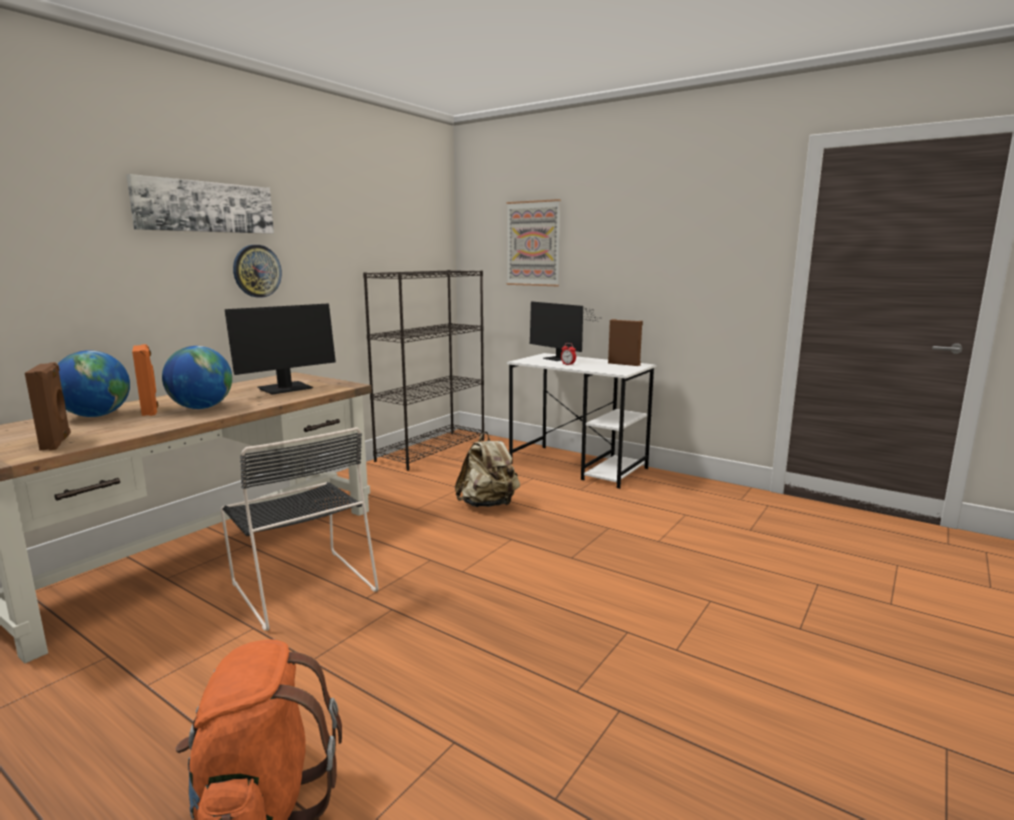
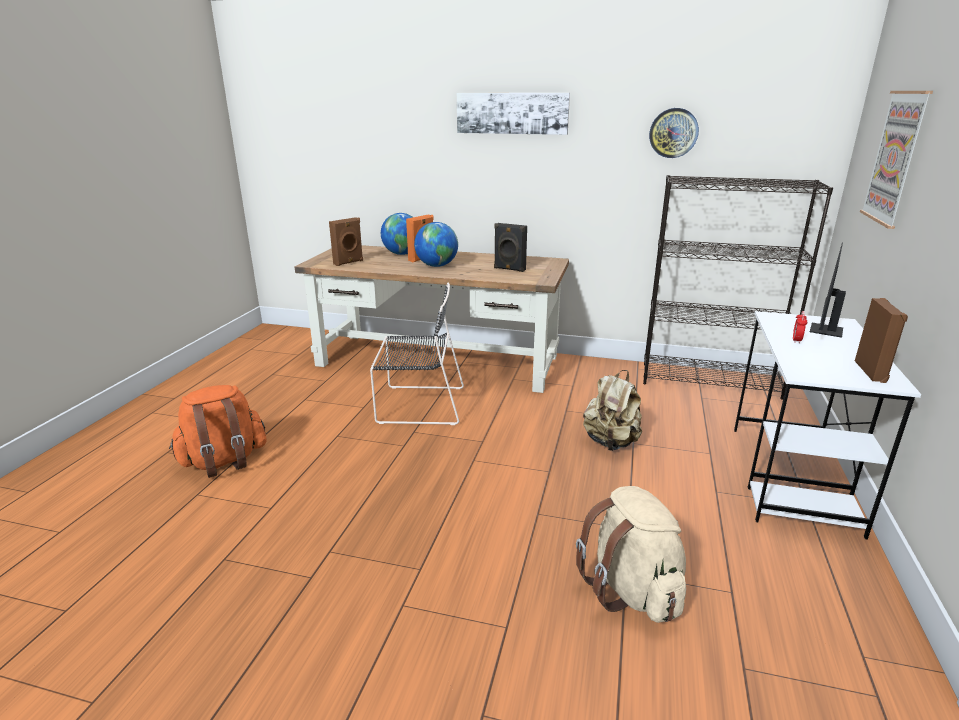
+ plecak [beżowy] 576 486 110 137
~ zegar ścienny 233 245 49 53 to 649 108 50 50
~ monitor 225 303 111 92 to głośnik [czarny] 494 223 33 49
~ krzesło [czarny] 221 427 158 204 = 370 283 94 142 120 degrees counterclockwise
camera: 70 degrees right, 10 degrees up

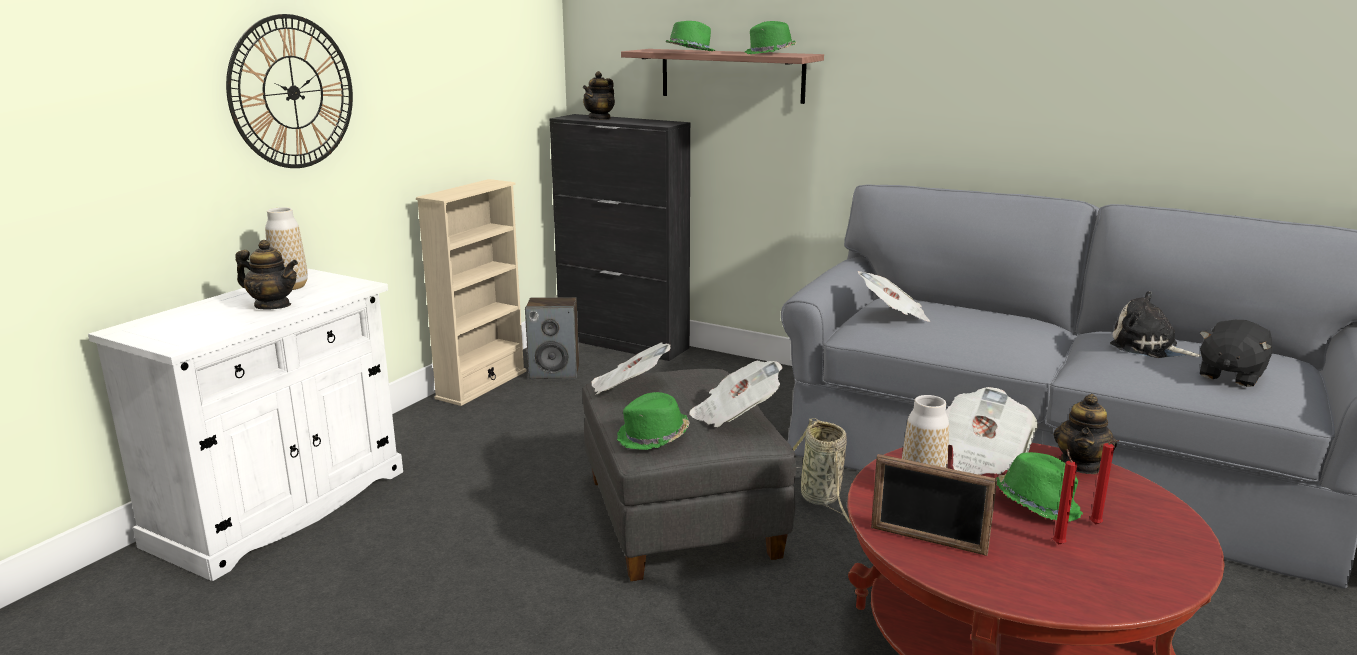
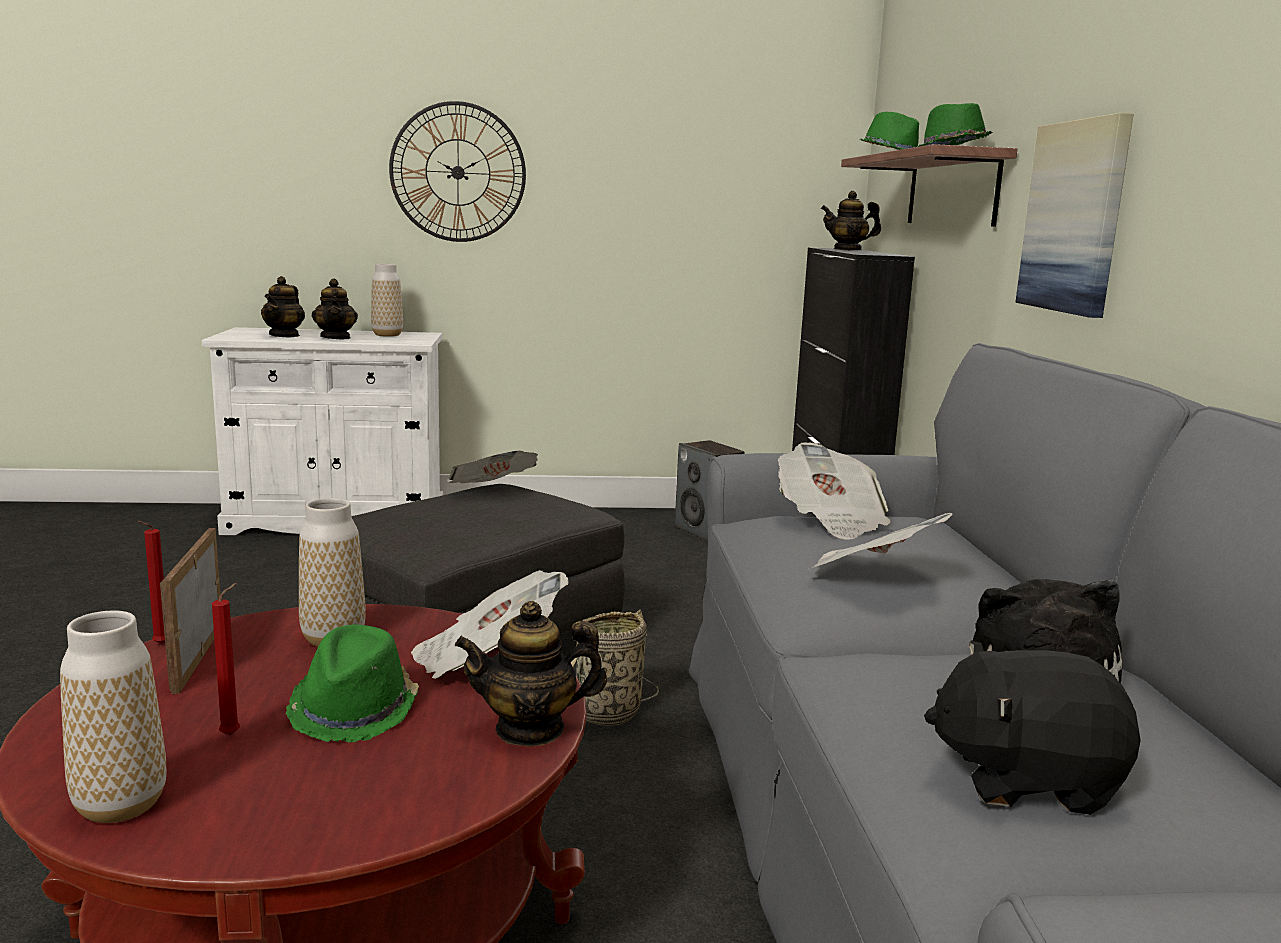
- regał [beżowy] 416 179 111 227
- kapelusz [zielony] 617 392 73 58
+ wazon 60 610 107 213
+ imbryk 261 276 44 61
+ obraz 1015 113 119 205
~ gazeta 689 361 94 66 to 812 513 141 55
~ świeca [czerwony] 1090 440 29 84 to 137 521 28 123
camera: 55 degrees right, 5 degrees down

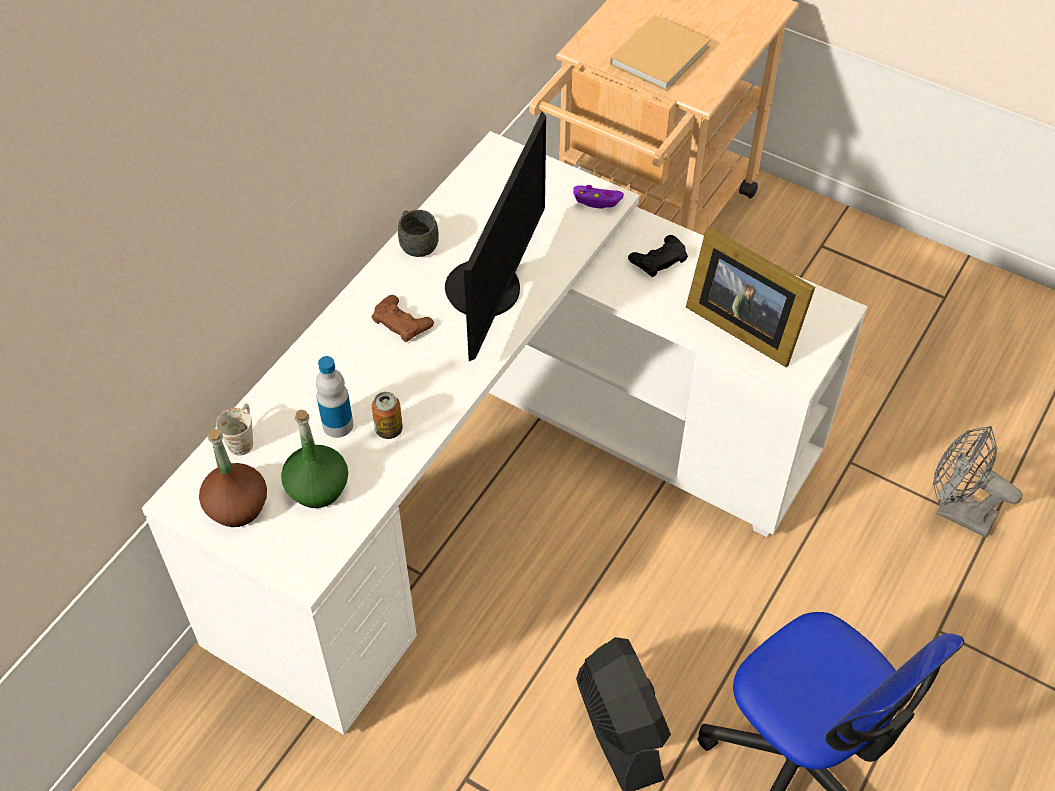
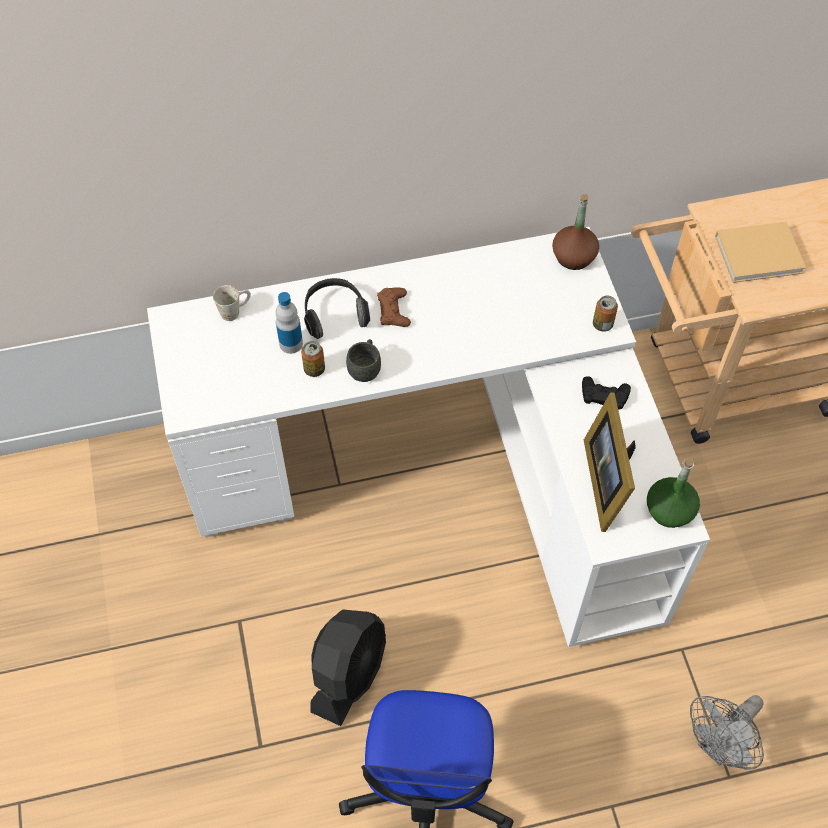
- monitor 445 112 101 249
+ słuchawki 304 278 66 61
~ butelka [brązowy] 199 429 68 98 to 552 194 47 76
~ butelka [zielony] 281 409 67 99 to 647 458 53 70
~ kubek [szary] 398 210 41 47 to 346 339 35 43
~ pad do gier [fioletowy] 573 185 51 23 to puszka 593 296 25 36
~ wentylator [szary] 933 426 89 111 = 690 695 74 75 120 degrees counterclockwise
camera: 45 degrees right, 5 degrees up

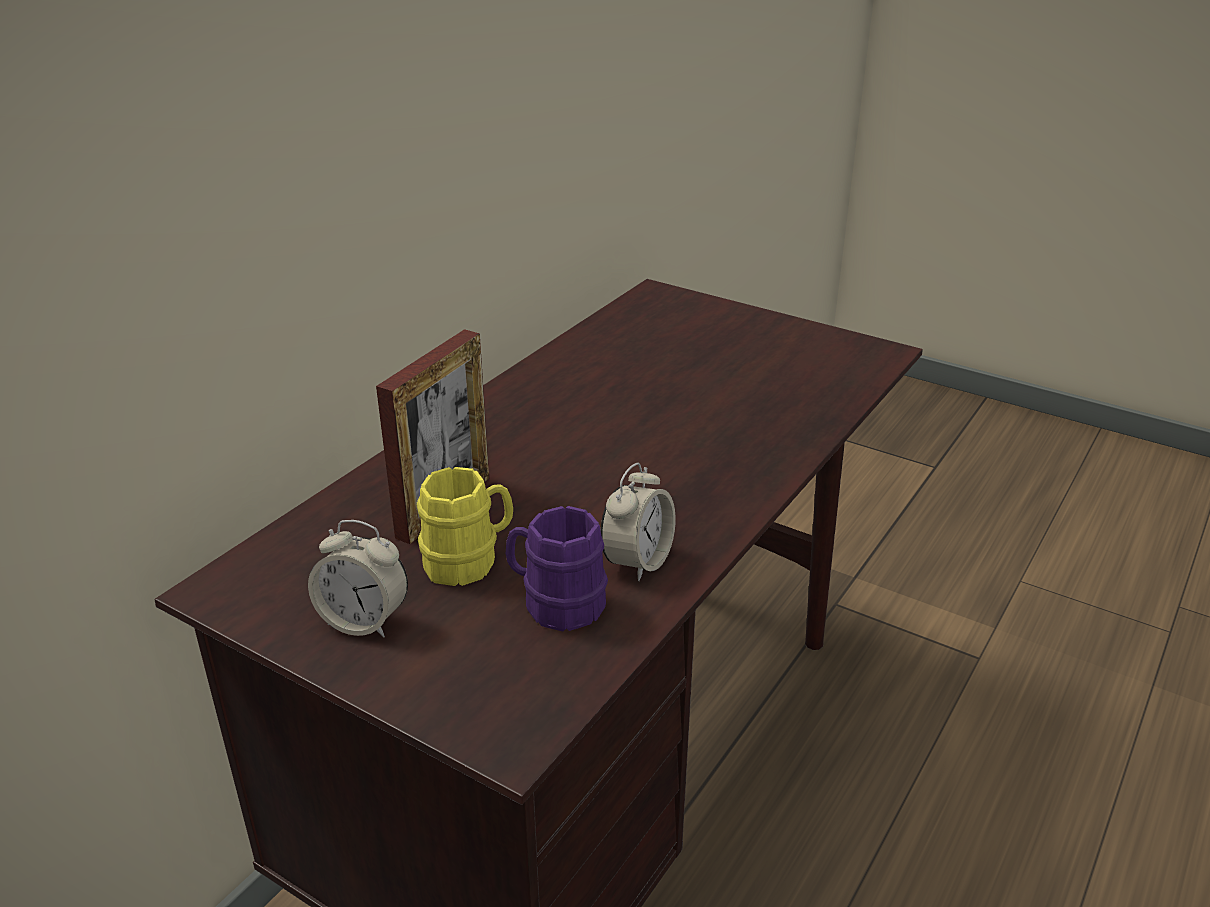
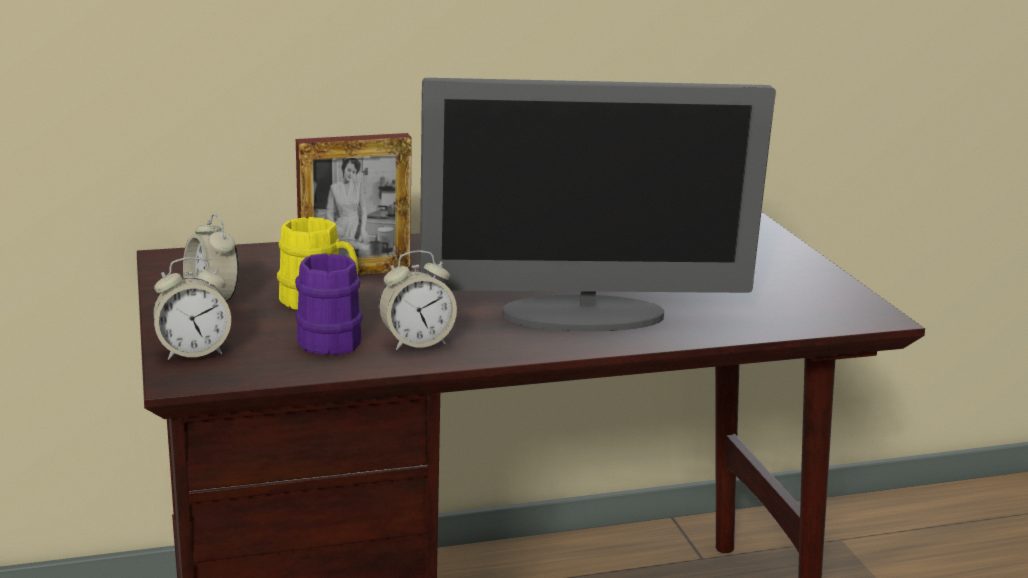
+ budzik 153 257 78 103
+ monitor 420 78 356 253
camera: 40 degrees right, 10 degrees down

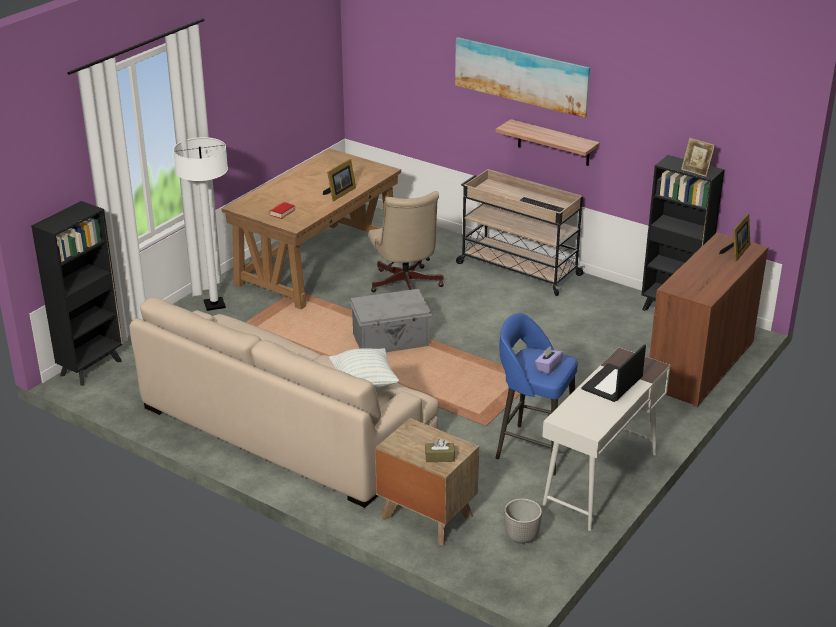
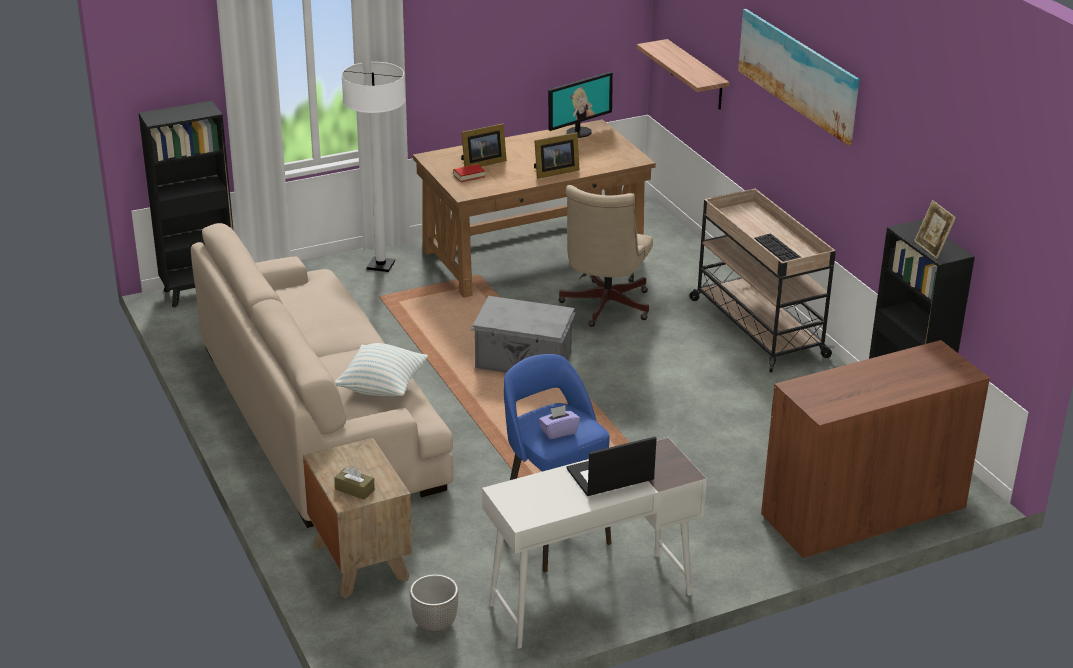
+ monitor 548 72 65 66
~ półka 495 119 105 47 to 637 39 93 71
~ ramka na zdjęcie 719 213 31 49 to 461 123 46 44
camera: 30 degrees right, 0 degrees up

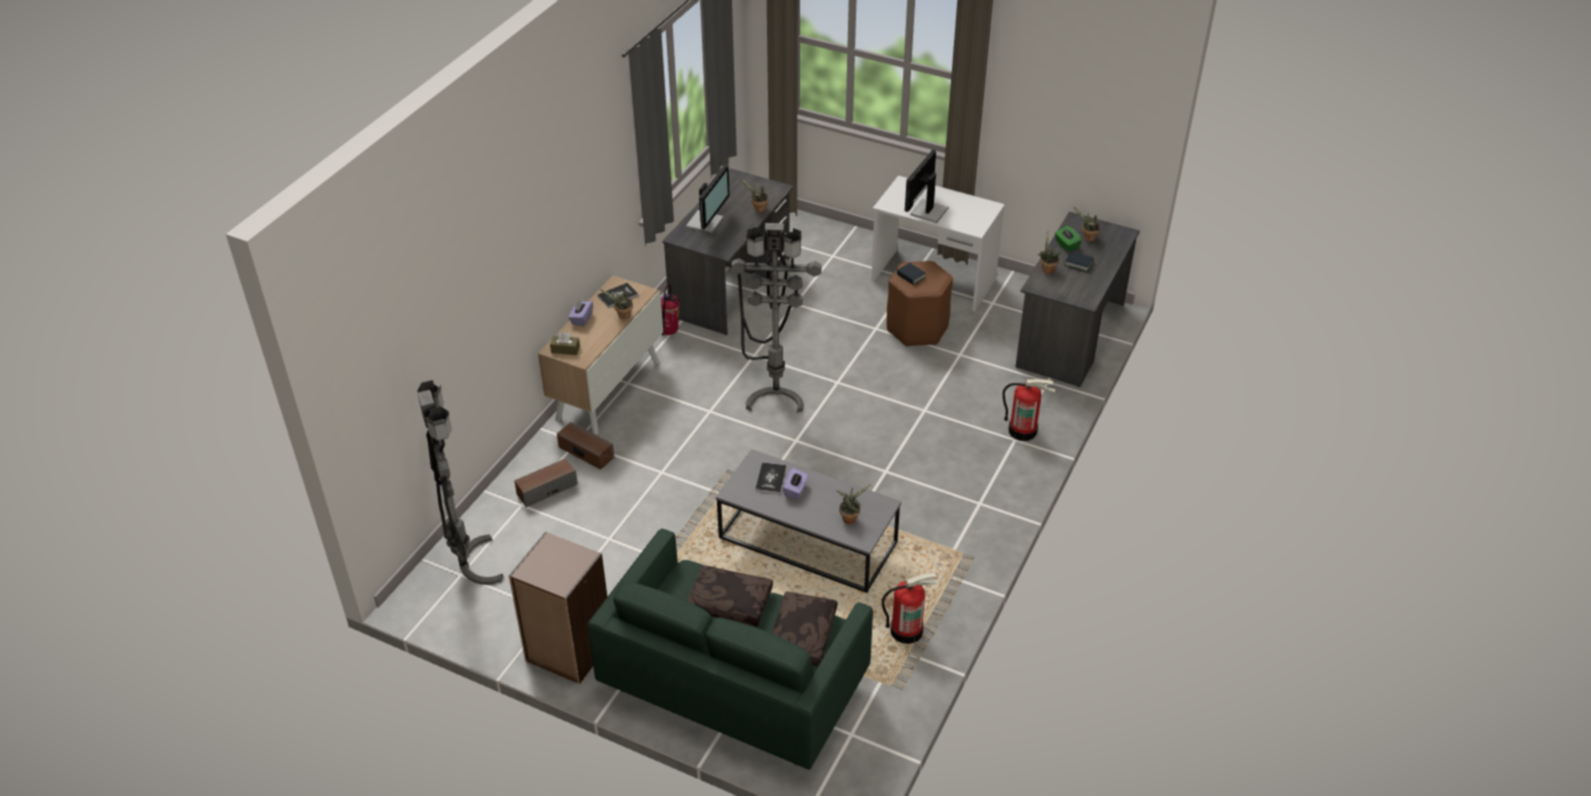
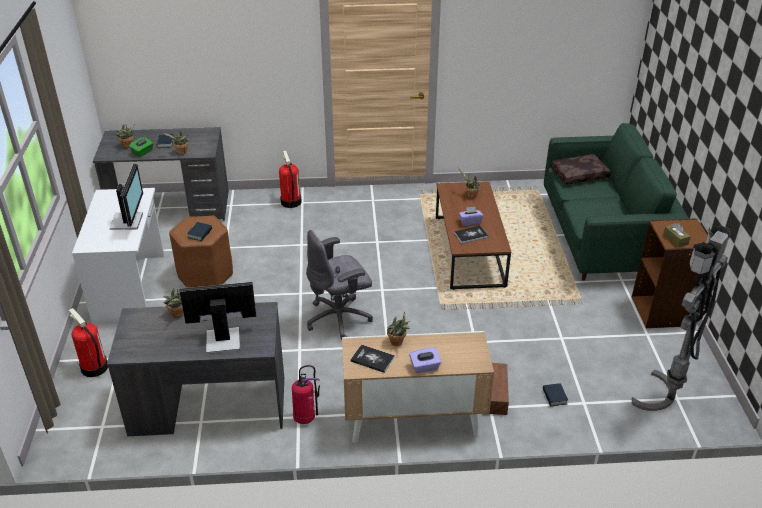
- poduszka [brązowy] 687 565 86 61
~ pudełko chusteczek [brązowy] 550 332 30 23 to 663 223 28 25
~ gaśnica 882 572 57 72 to 68 308 40 69
~ głośnik 514 458 64 49 to książka 543 383 25 24
~ lampa stojąca [szary] 731 223 91 190 to krzesło biurowe [szary] 306 230 67 110
~ ława [szary] 716 449 186 144 to ława [brązowy] 436 181 75 109
~ monitor 905 149 43 74 = 110 164 33 66 90 degrees counterclockwise
camera: 120 degrees left, 5 degrees down

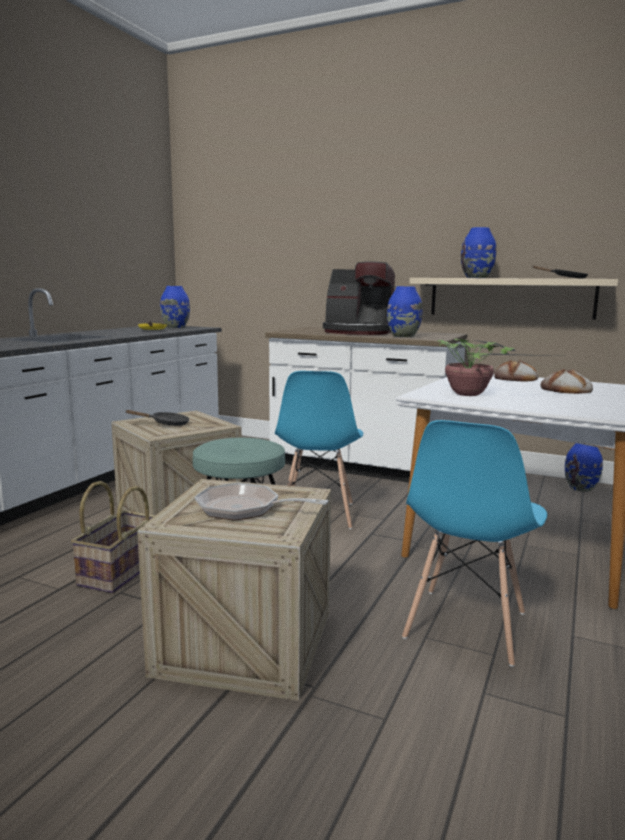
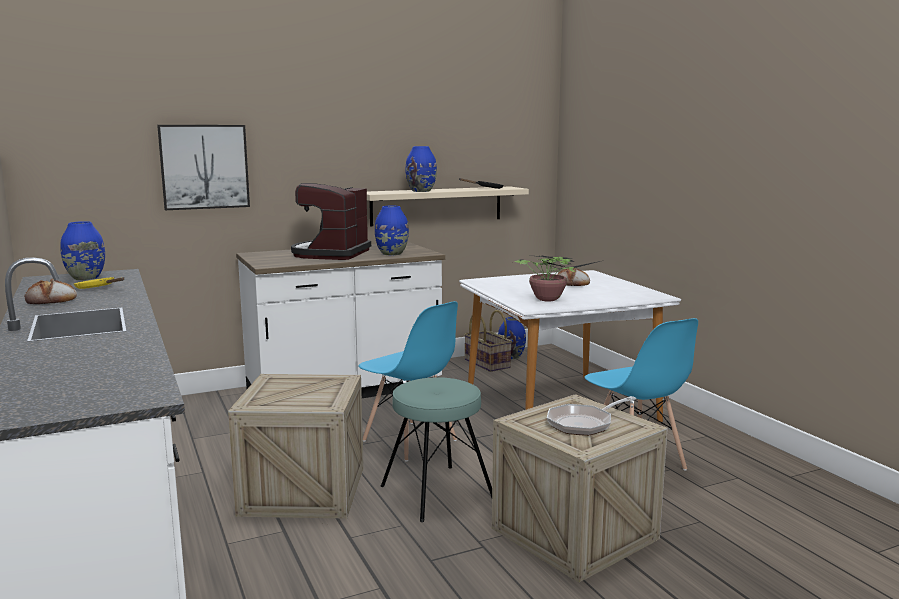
- patelnia [czarny] 125 410 65 16
+ obraz 157 125 93 85
~ koszyk 71 481 85 112 to 464 310 48 62
~ chleb 494 360 44 22 to 24 278 53 26
~ ekspres do kawy 323 261 72 74 = 291 183 80 77 135 degrees clockwise
camera: 50 degrees left, 0 degrees up

